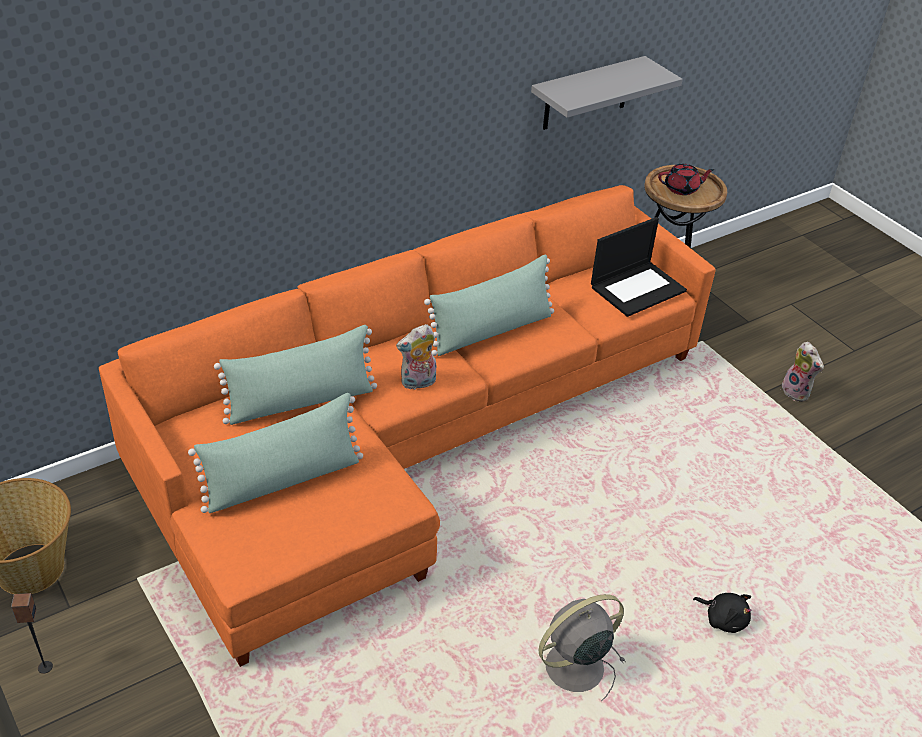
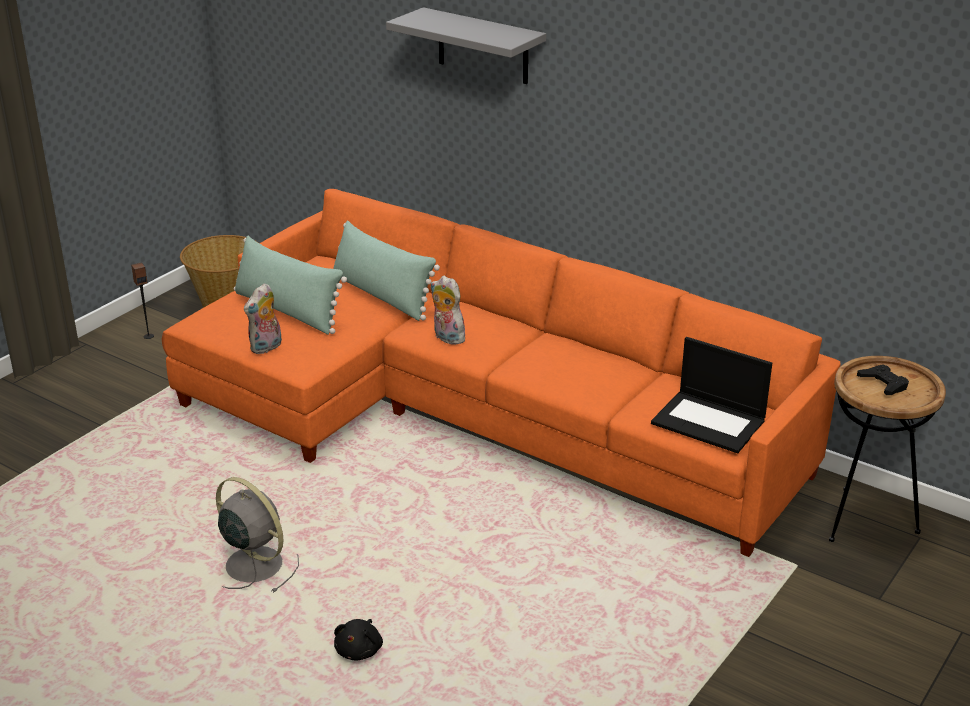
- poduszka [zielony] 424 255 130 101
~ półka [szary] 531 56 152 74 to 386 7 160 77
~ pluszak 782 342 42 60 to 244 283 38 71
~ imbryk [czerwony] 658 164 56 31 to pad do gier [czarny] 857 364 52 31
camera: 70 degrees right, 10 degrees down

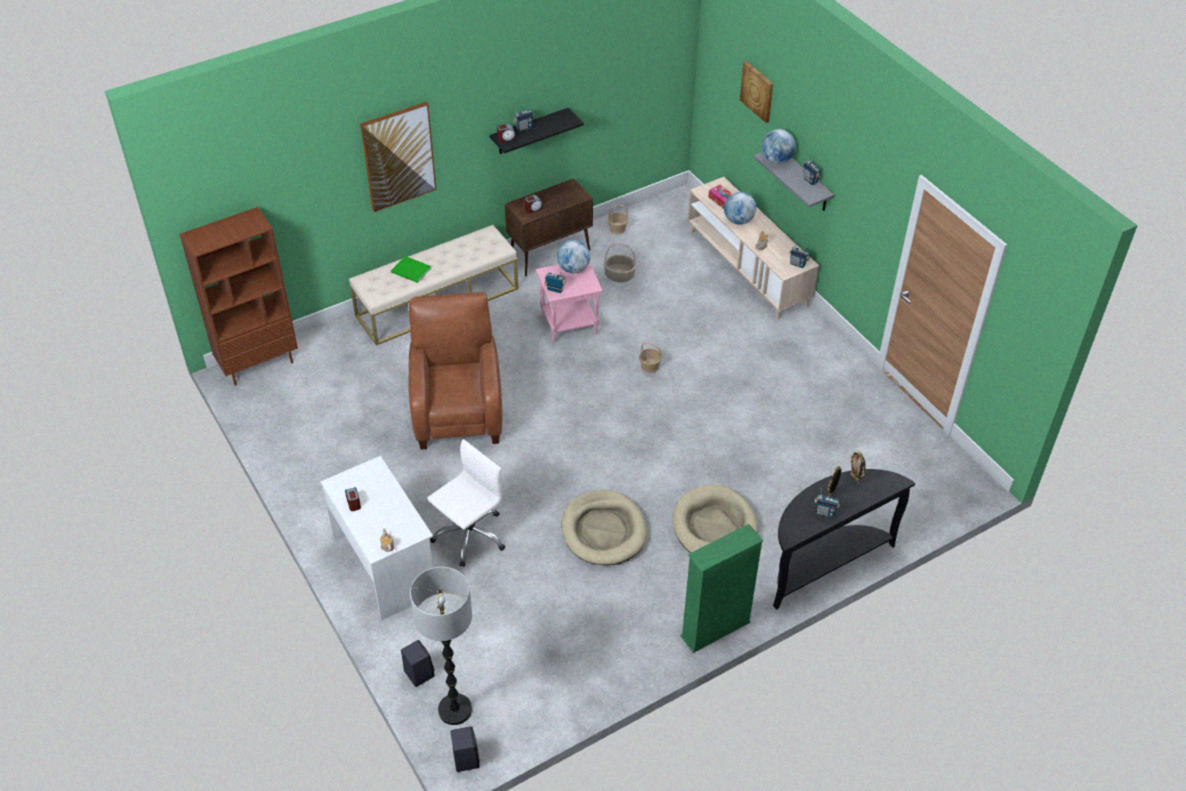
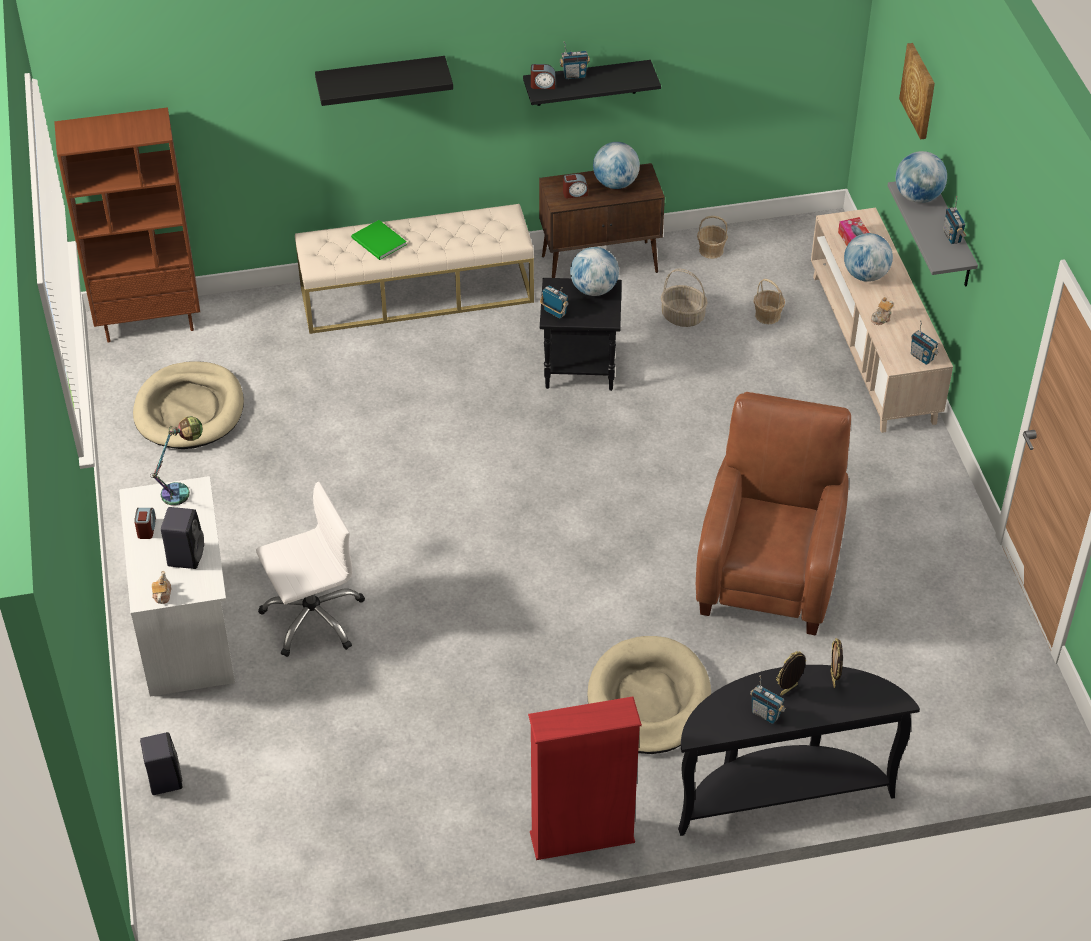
- lampa stojąca 410 567 62 158
+ lampa stołowa 150 416 53 89
+ globus 593 142 47 47
~ fotel [brązowy] 408 292 94 158 to 696 392 155 243
~ głośnik [czarny] 451 726 29 46 to 161 507 43 62
~ legowisko [beżowy] 561 490 86 75 to 133 361 111 88
~ koszyk 639 342 23 31 to 753 279 32 45
~ obraz 360 102 77 110 to półka [czarny] 315 56 138 50
~ stolik [różowy] 536 262 67 82 to stolik [czarny] 540 278 82 113
~ regał [zielony] 680 524 83 129 to regał [czerwony] 528 696 114 164
camera: 20 degrees right, 0 degrees up

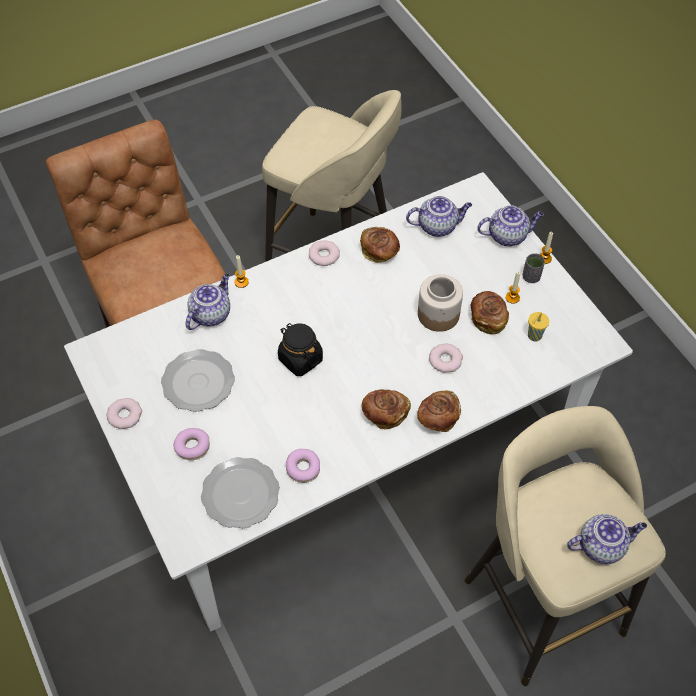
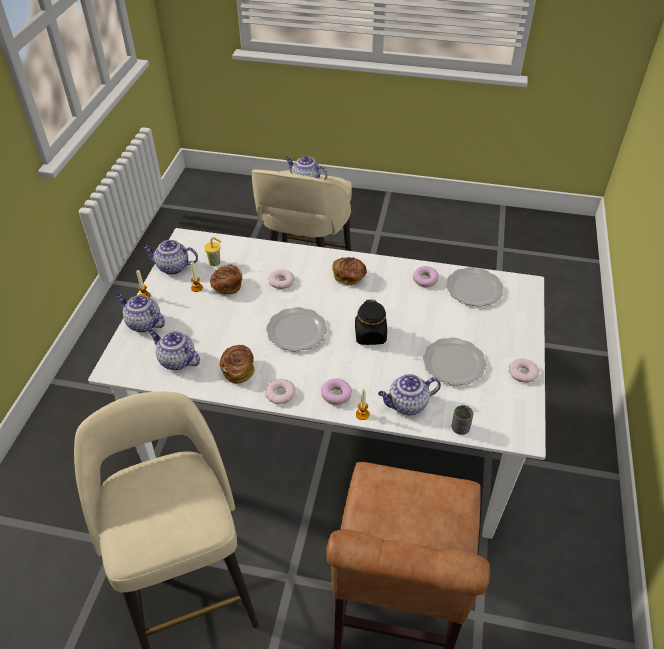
- chleb 417 390 44 42
- słoik 418 274 45 58
+ imbryk 142 240 56 35
+ talerz 266 307 61 44
~ donut 173 428 37 32 to 321 378 31 27
~ filiżanka [szary] 522 253 23 30 to 451 405 22 30
camera: 140 degrees left, 10 degrees down

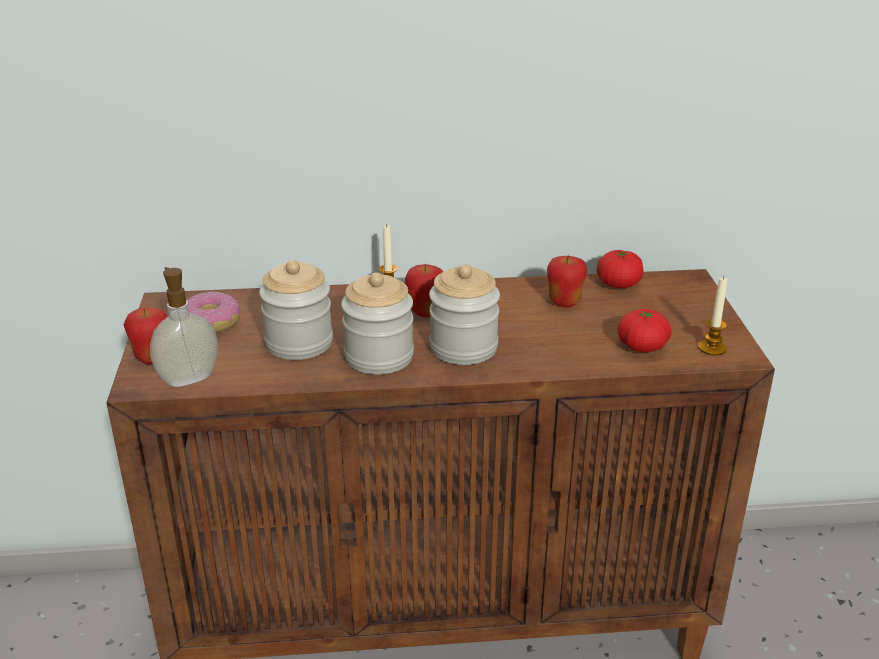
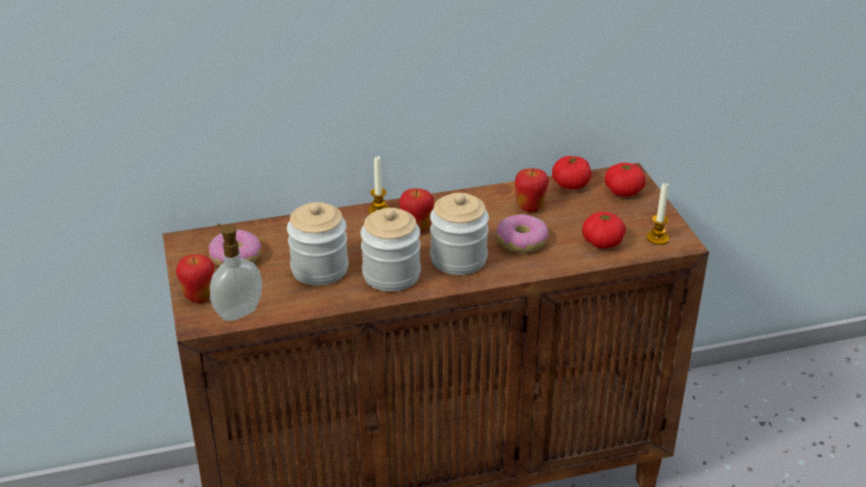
+ donut 497 214 51 39
+ pomidor 605 163 41 33
camera: 10 degrees left, 5 degrees up

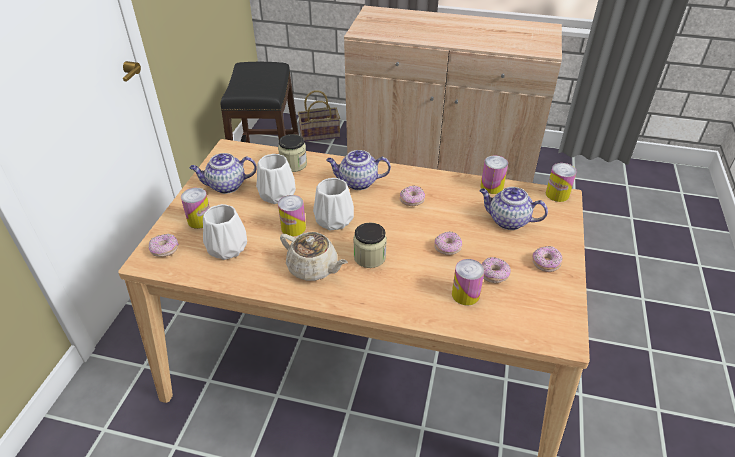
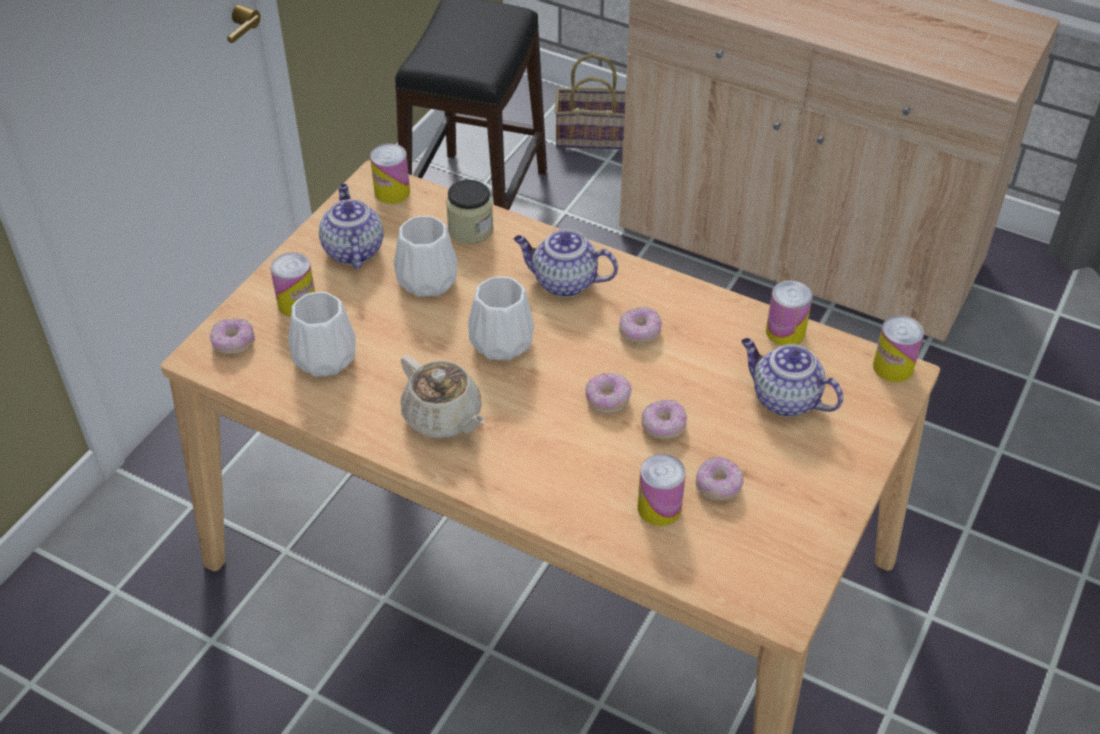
- słoik 353 222 34 46
~ puszka 278 195 28 42 to 370 143 40 61
~ donut 532 246 31 26 to 585 373 47 41
~ imbryk 189 153 68 41 = 319 184 64 85 75 degrees clockwise
camera: 15 degrees right, 5 degrees up

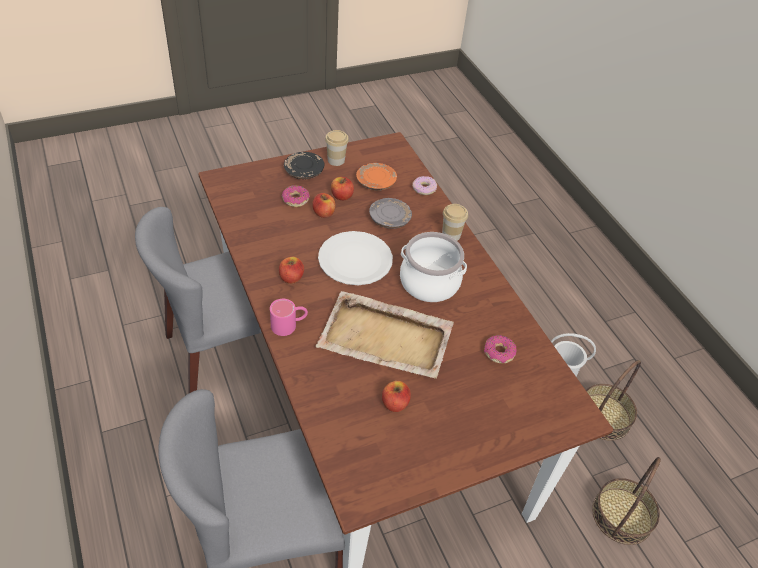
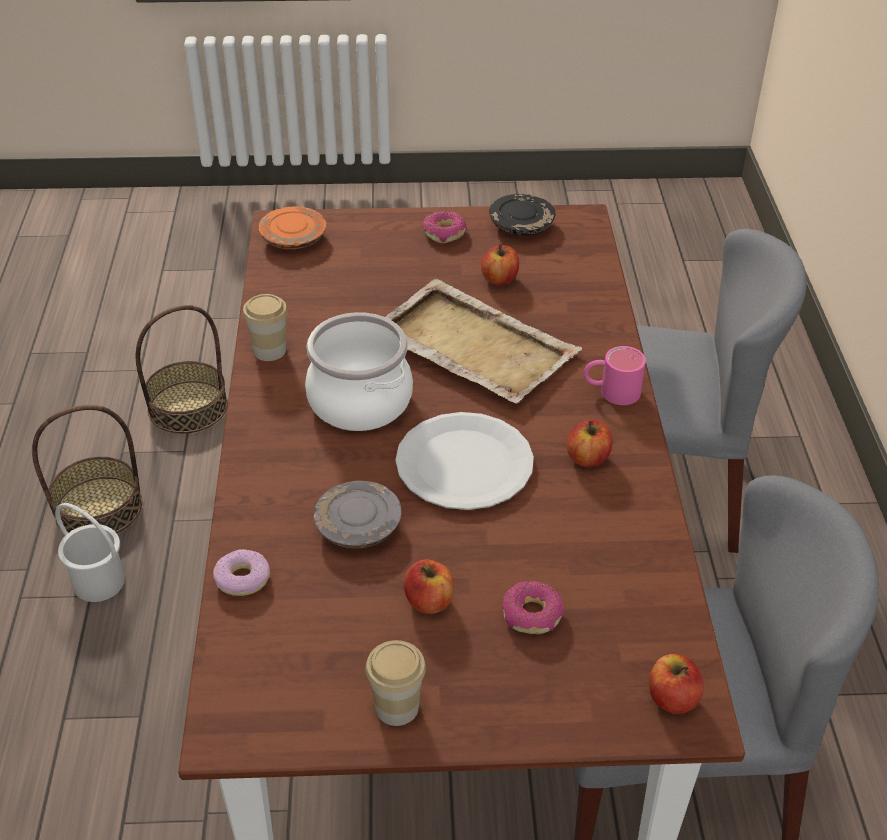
~ talerz [czarny] 284 152 41 27 to 489 194 67 41
~ jabłko 312 193 24 25 to 649 654 55 60
~ talerz [pomarańczowy] 356 163 41 28 to 259 206 67 43
~ filiżanka 442 204 26 37 to 243 294 45 67
~ donut 484 335 33 28 to 423 211 44 32
camera: 155 degrees left, 5 degrees down

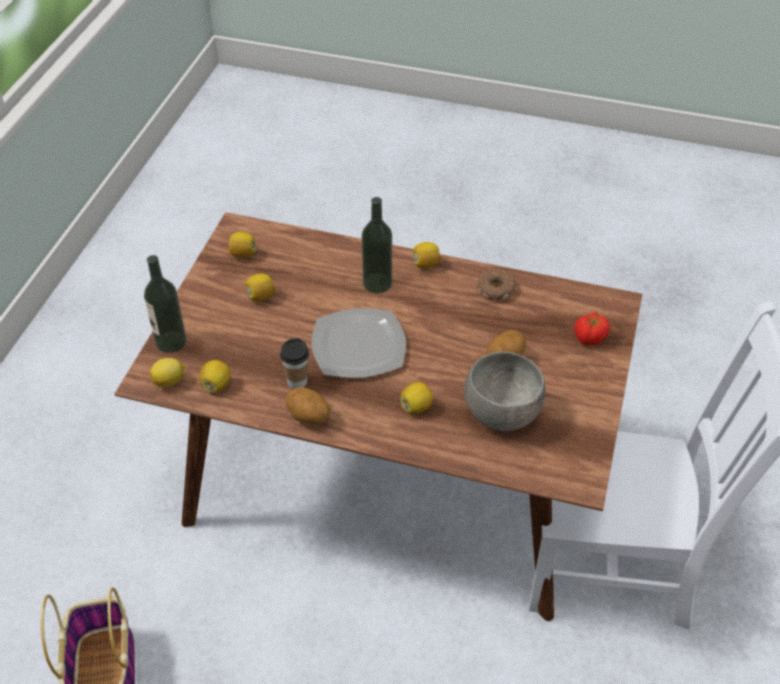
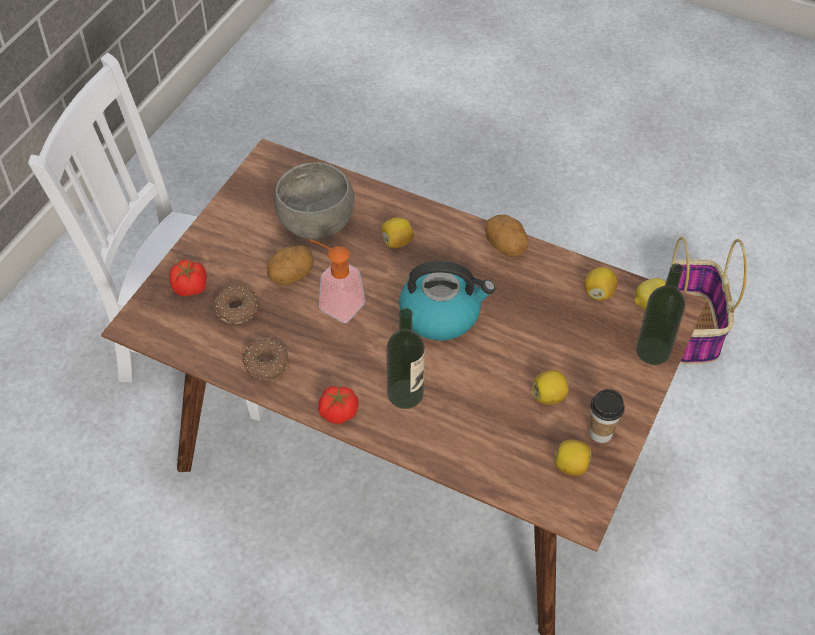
+ donut 214 286 45 39
+ dozownik mydła 310 239 56 84
~ filiżanka 280 338 29 51 to 589 389 36 54
~ talerz 311 308 95 70 to czajnik 399 261 96 80
~ cytryna 413 242 28 26 to pomidor 318 386 41 38
camera: 170 degrees left, 5 degrees up

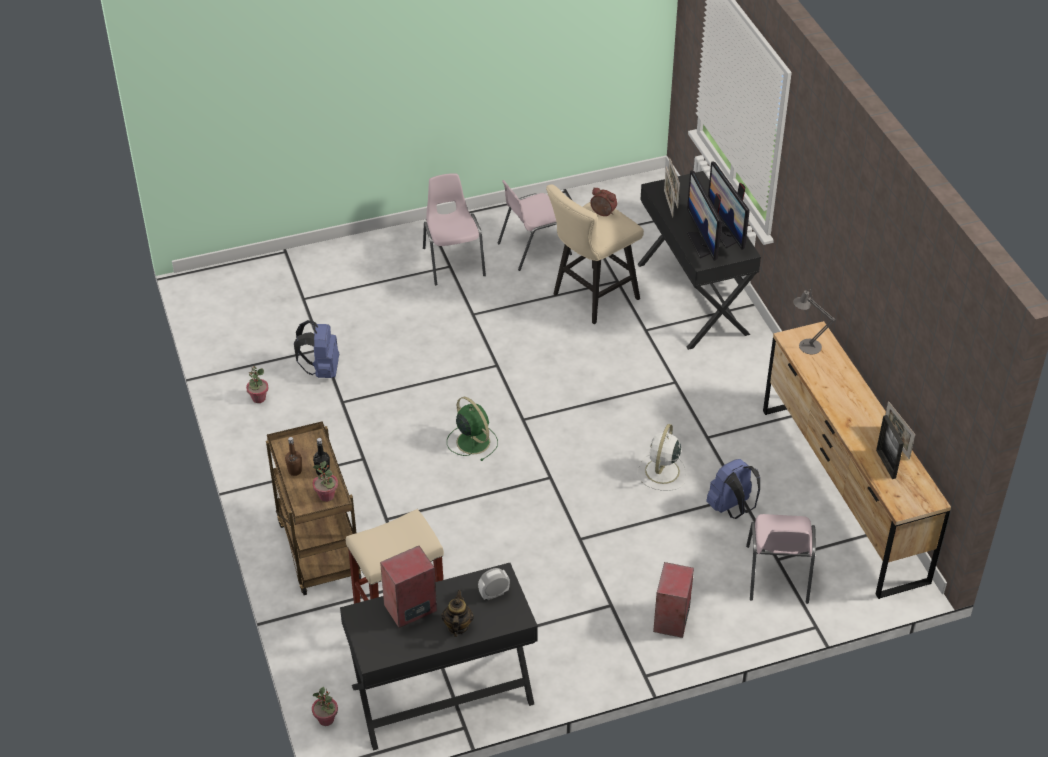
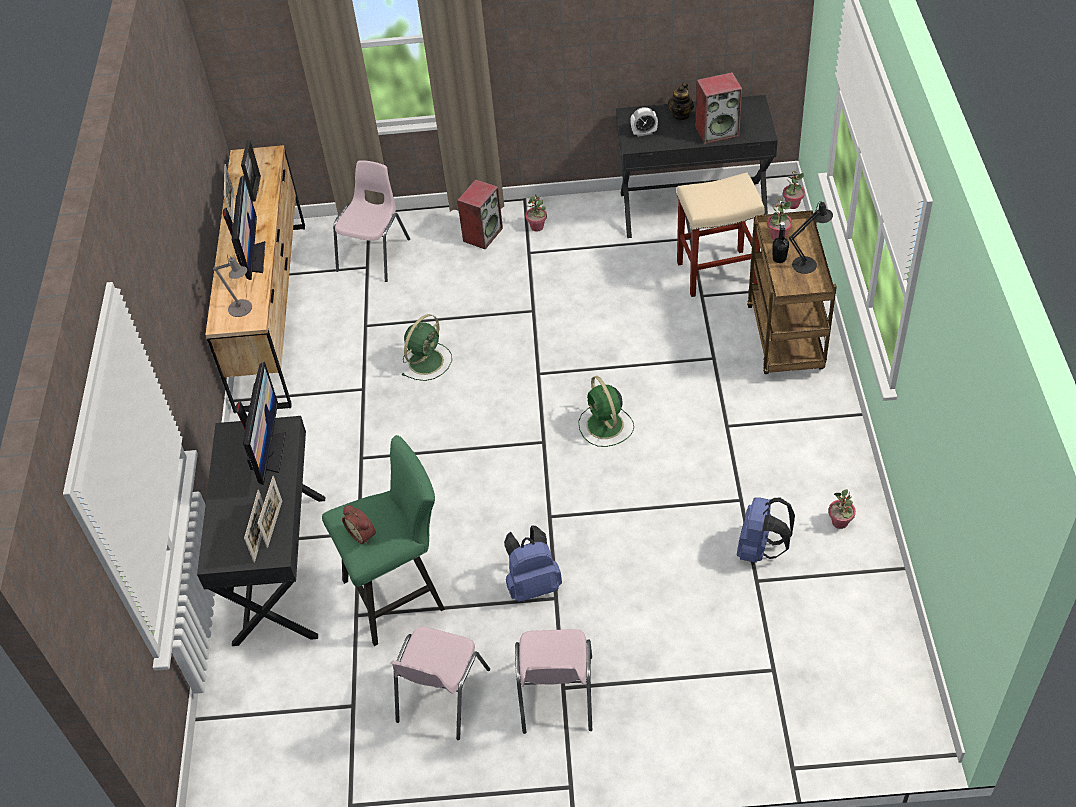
+ roślina doniczkowa 525 194 22 37
~ plecak [niebieski] 706 459 54 60 to 504 525 58 77
~ monitor 708 161 42 89 to 223 175 42 105
~ butelka [brązowy] 285 437 17 39 to lampa stołowa [czarny] 789 201 44 73
~ stołek [beżowy] 546 184 98 140 to stołek [zielony] 322 435 123 211
~ wentylator [biały] 638 424 48 67 to wentylator [zielony] 402 314 50 67
~ krzesło [różowy] 498 180 74 91 = 391 627 99 113 120 degrees clockwise
camera: 160 degrees left, 5 degrees up

